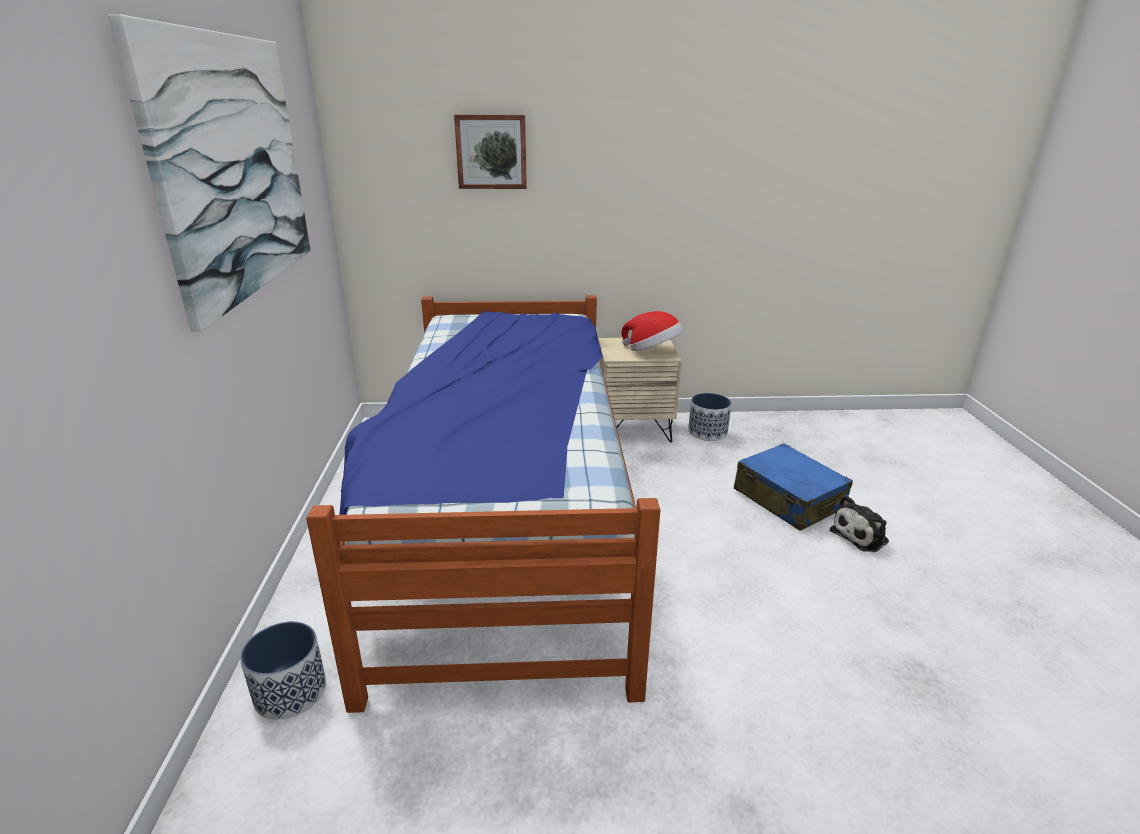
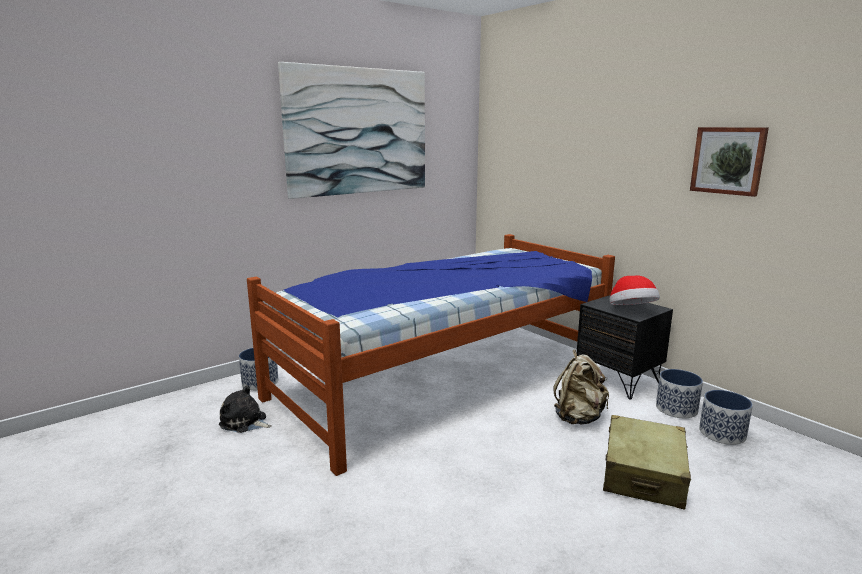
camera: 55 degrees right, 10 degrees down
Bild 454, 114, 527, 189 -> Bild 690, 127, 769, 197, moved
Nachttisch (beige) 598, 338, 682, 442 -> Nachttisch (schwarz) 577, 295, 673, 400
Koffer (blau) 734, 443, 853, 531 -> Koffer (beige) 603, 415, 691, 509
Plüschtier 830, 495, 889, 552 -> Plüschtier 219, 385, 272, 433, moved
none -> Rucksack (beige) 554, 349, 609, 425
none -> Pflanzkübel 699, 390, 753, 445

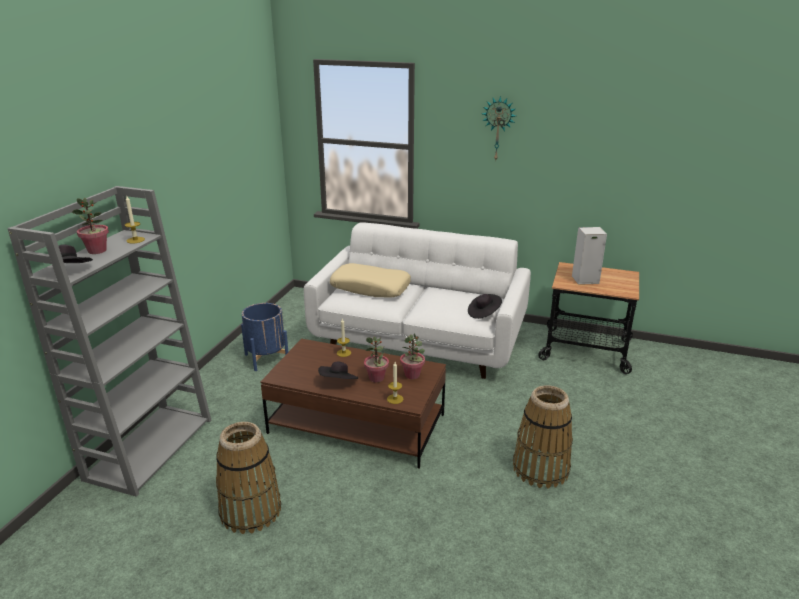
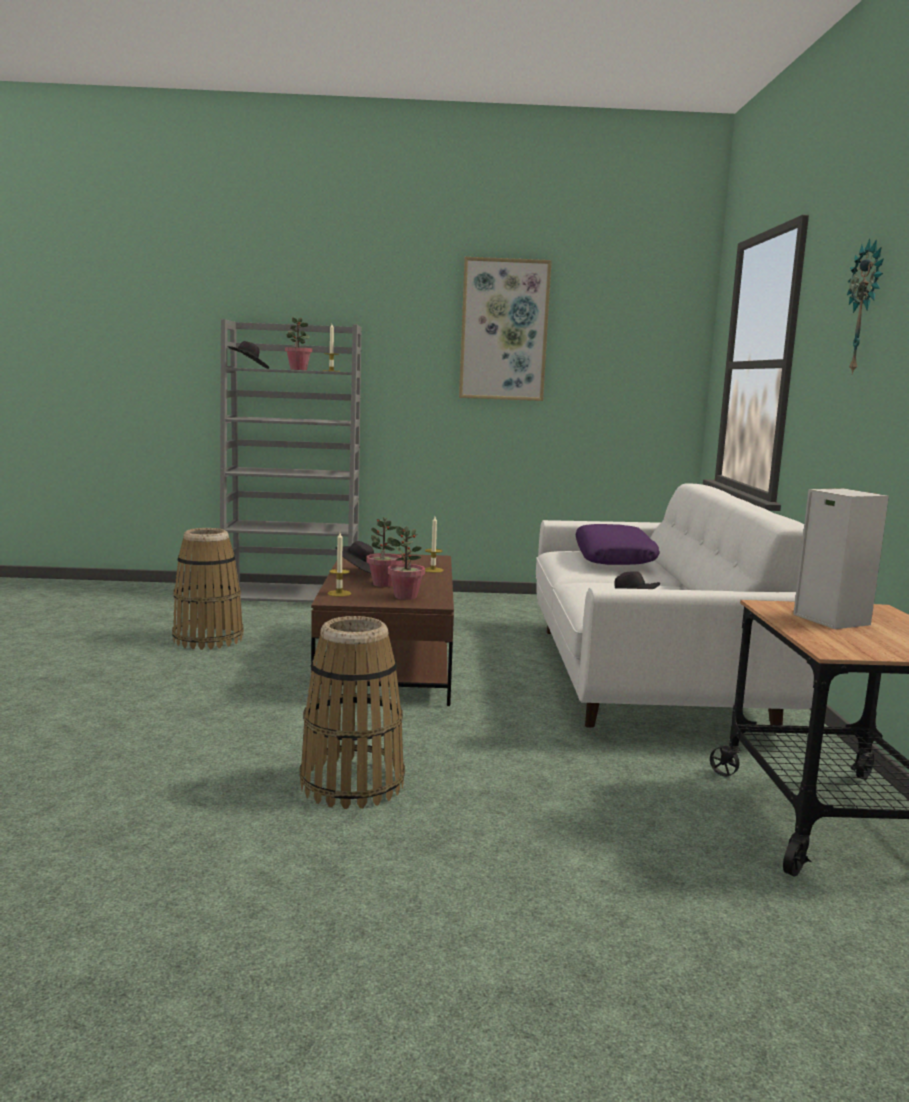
camera: 70 degrees right, 15 degrees down
Pflanzkübel (blau) 241, 303, 288, 371 -> none
Kissen (beige) 330, 263, 411, 298 -> Kissen (lila) 576, 524, 660, 565
none -> Bild 459, 257, 552, 401

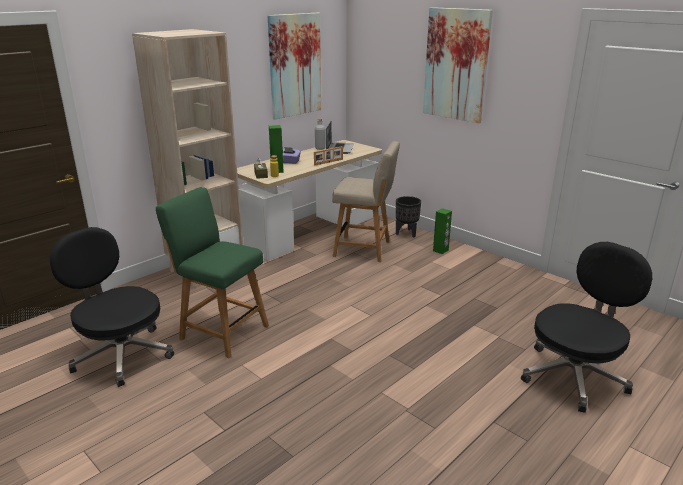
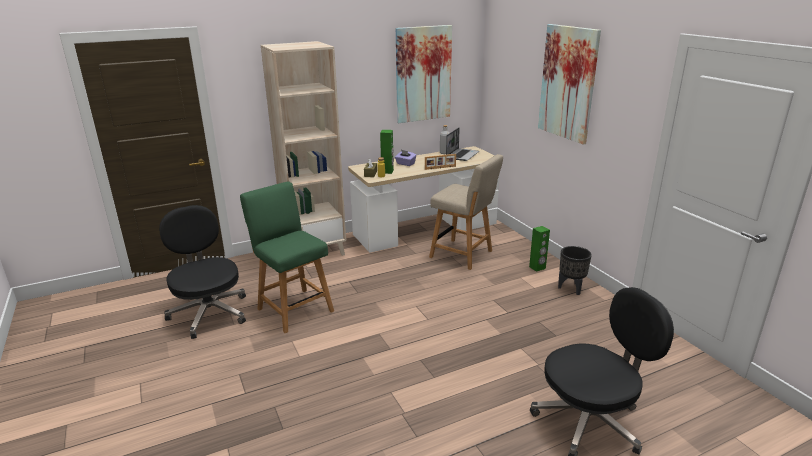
camera: 20 degrees right, 0 degrees up
Pflanzkübel (schwarz) 396, 196, 421, 237 -> Pflanzkübel (schwarz) 558, 246, 592, 295, moved

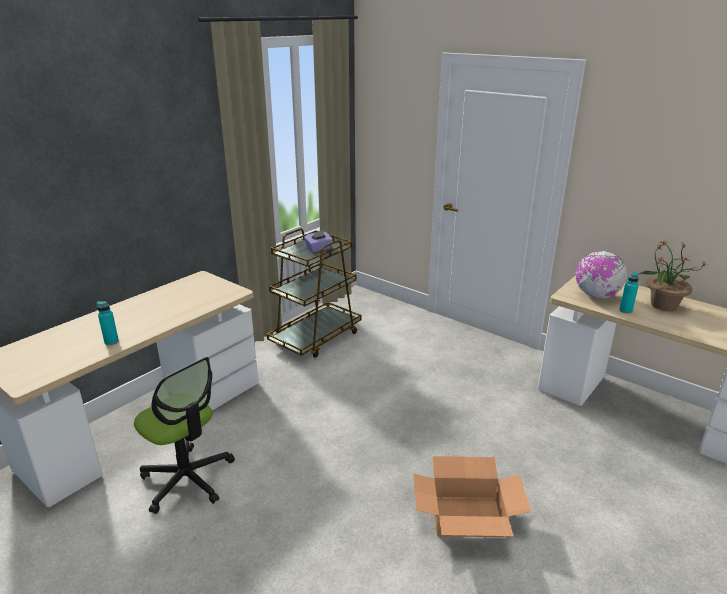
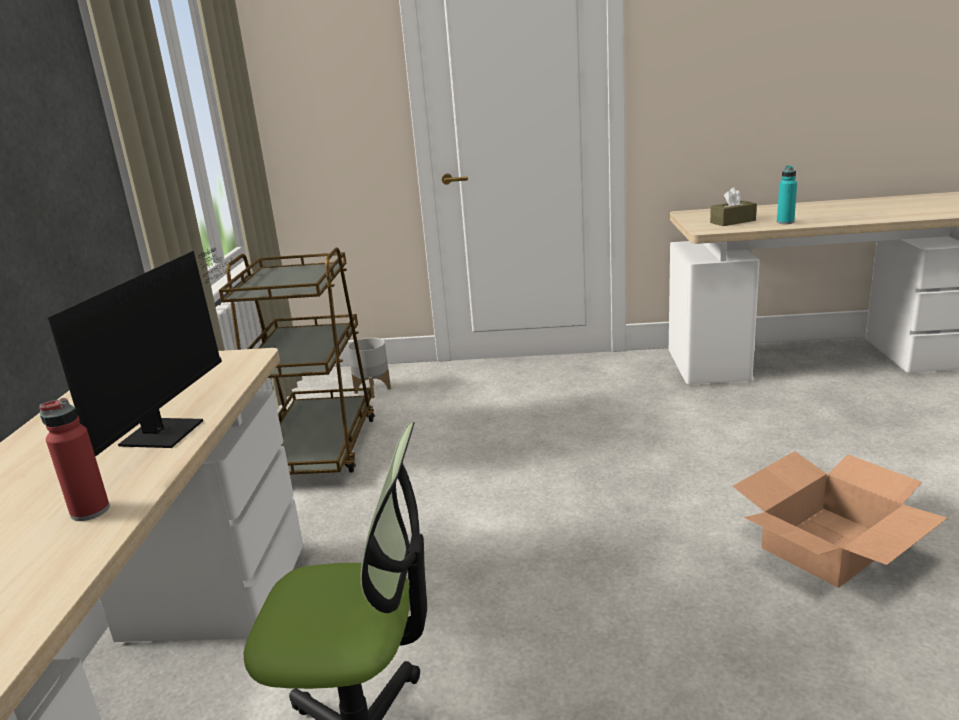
camera: 35 degrees left, 5 degrees down
Flasche (türkis) 97, 301, 119, 345 -> Flasche (rot) 39, 398, 110, 521
Taschentuchbox (lila) 304, 230, 333, 252 -> none
Globus 576, 251, 627, 299 -> Taschentuchbox (braun) 710, 187, 757, 226
Topfpflanze 639, 240, 706, 311 -> none
none -> Monitor 48, 249, 231, 456
none -> Pflanzkübel (grau) 348, 338, 391, 398

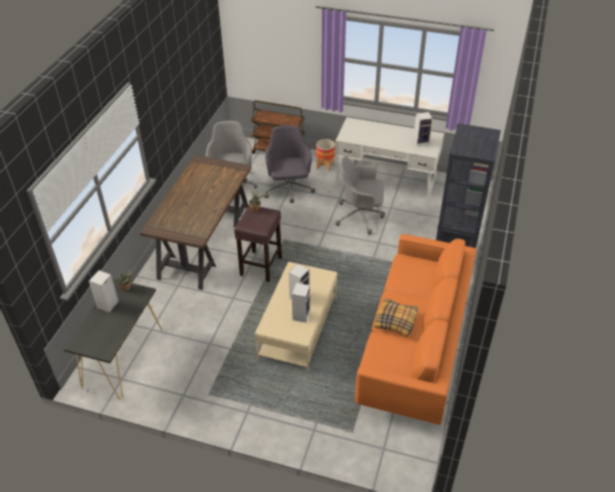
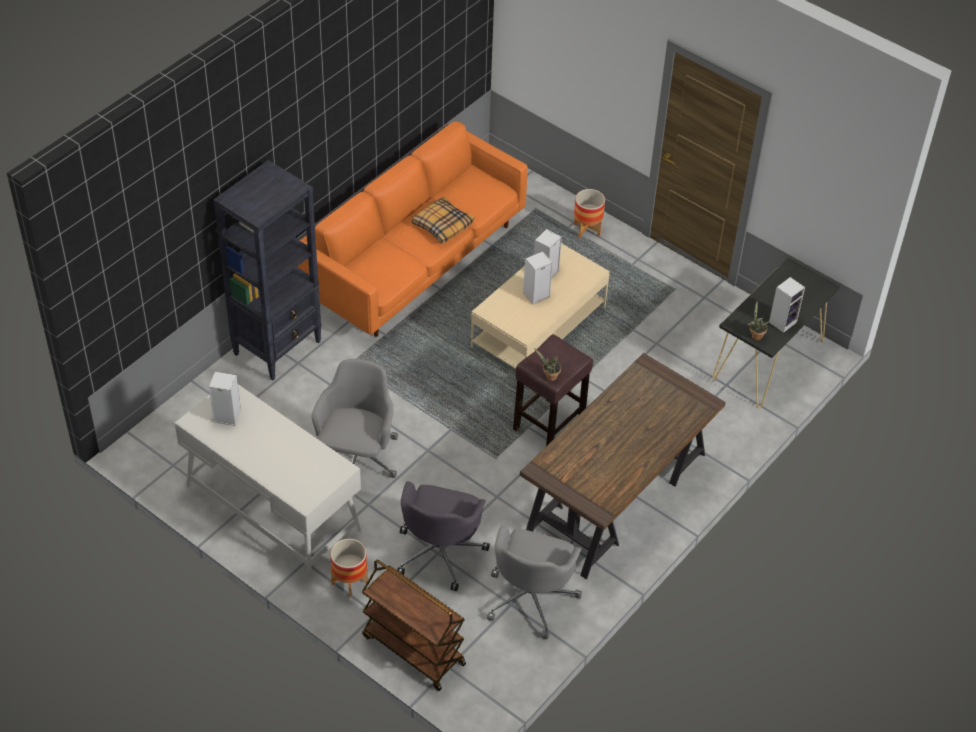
camera: 160 degrees left, 5 degrees up
Bürostuhl (grau) 336, 156, 385, 235 -> Bürostuhl (grau) 312, 359, 398, 478, 105 degrees counterclockwise
none -> Pflanzkübel 574, 189, 605, 239

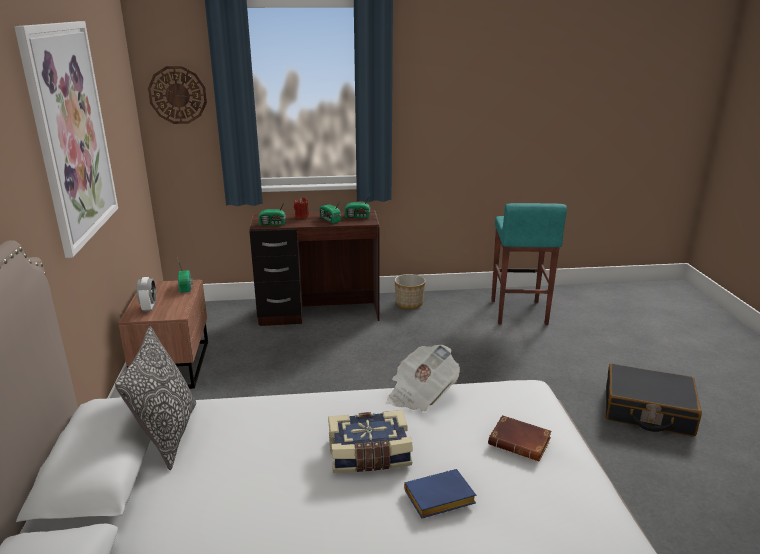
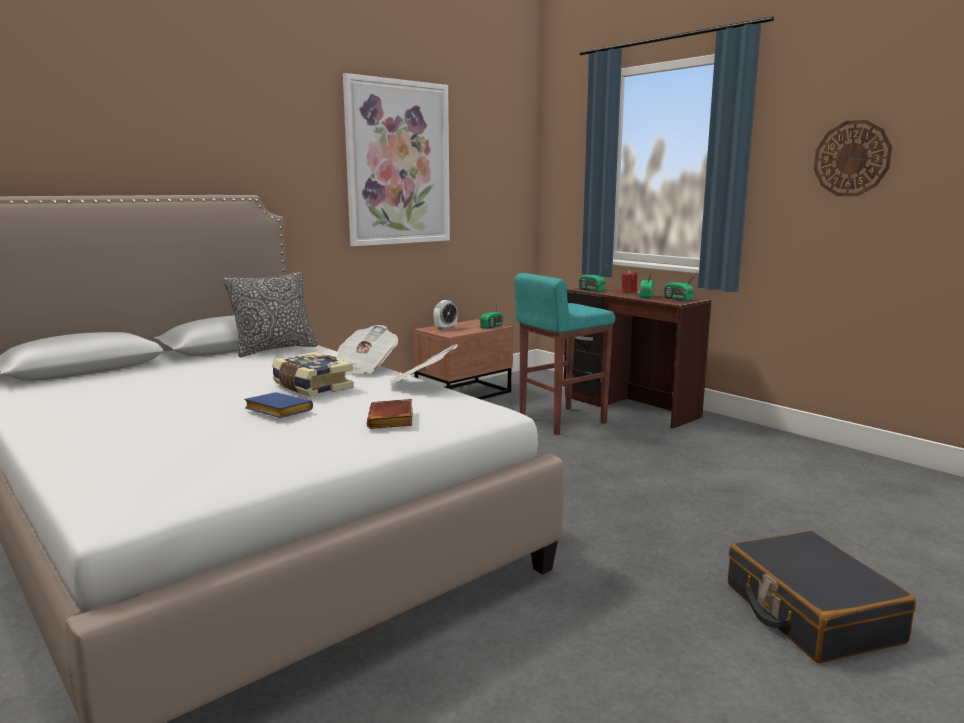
camera: 55 degrees right, 10 degrees down
Wanduhr 148, 66, 207, 124 -> Wanduhr 814, 120, 892, 196, moved
Pflanzkübel 394, 274, 425, 309 -> none
Hocker (türkis) 491, 203, 567, 325 -> Hocker (türkis) 514, 273, 615, 435, moved
none -> Zeitung 336, 325, 398, 375

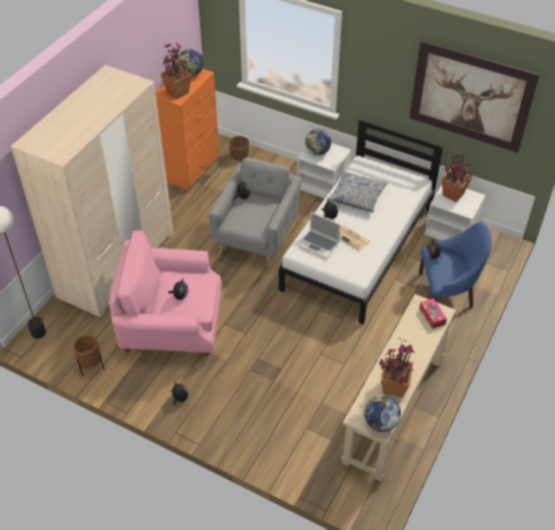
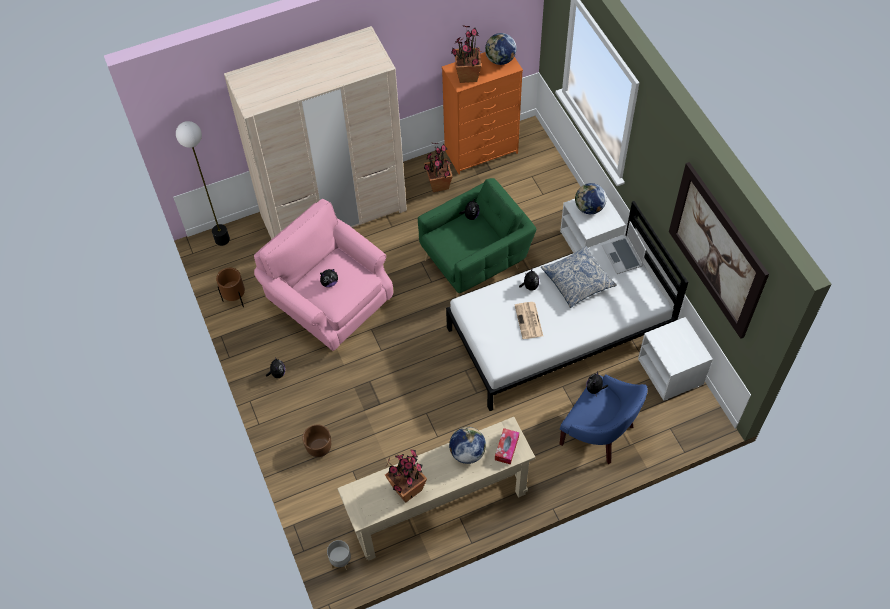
camera: 40 degrees right, 10 degrees up
Sessel (grau) 209, 157, 302, 270 -> Sessel (grün) 418, 178, 537, 298
Pflanzkübel (braun) 229, 136, 249, 160 -> Pflanzkübel (braun) 302, 424, 331, 457, moved
Laptop 297, 212, 340, 259 -> Laptop 602, 221, 646, 274, moved
Globus 364, 395, 401, 432 -> Globus 449, 427, 486, 464, moved
Topfpflanze 442, 149, 472, 202 -> Topfpflanze 424, 143, 453, 192, moved
none -> Pflanzkübel (grau) 327, 540, 351, 570

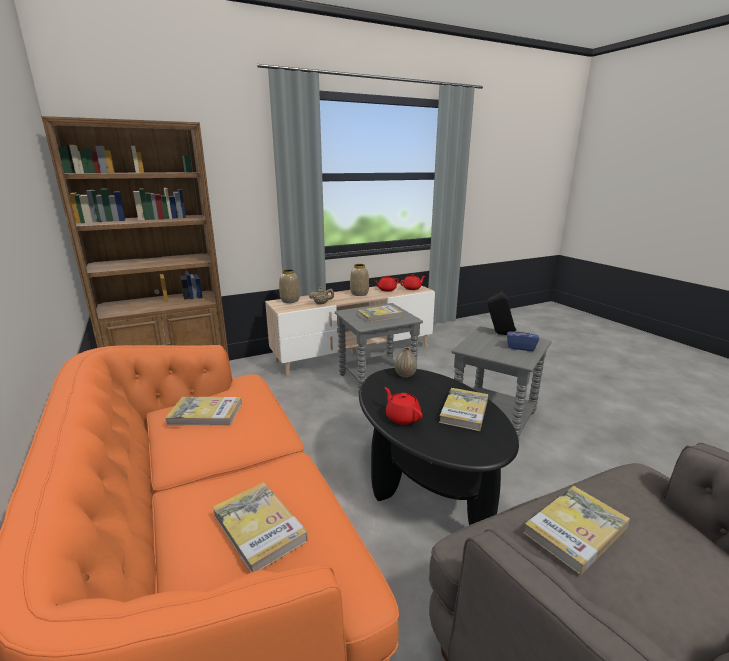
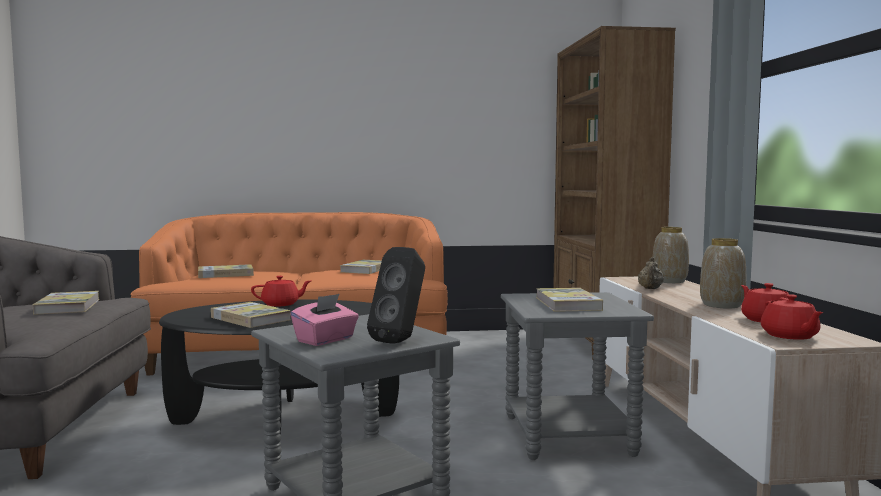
camera: 110 degrees right, 15 degrees down
Vase 395, 347, 417, 378 -> none
Taschentuchbox (blau) 507, 324, 539, 351 -> Taschentuchbox (rosa) 291, 294, 359, 346

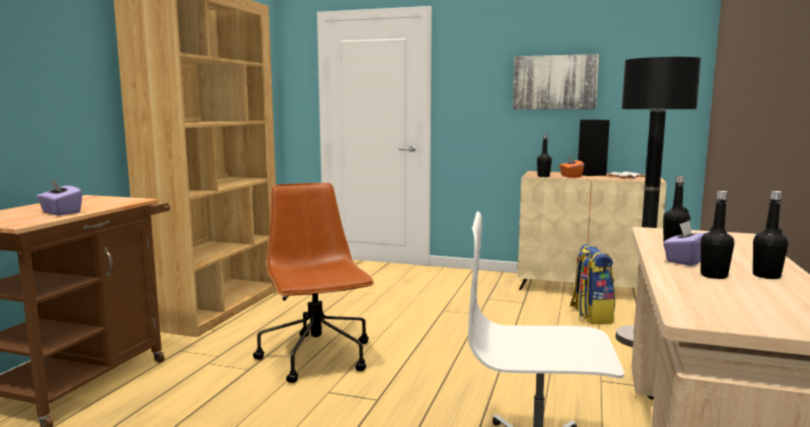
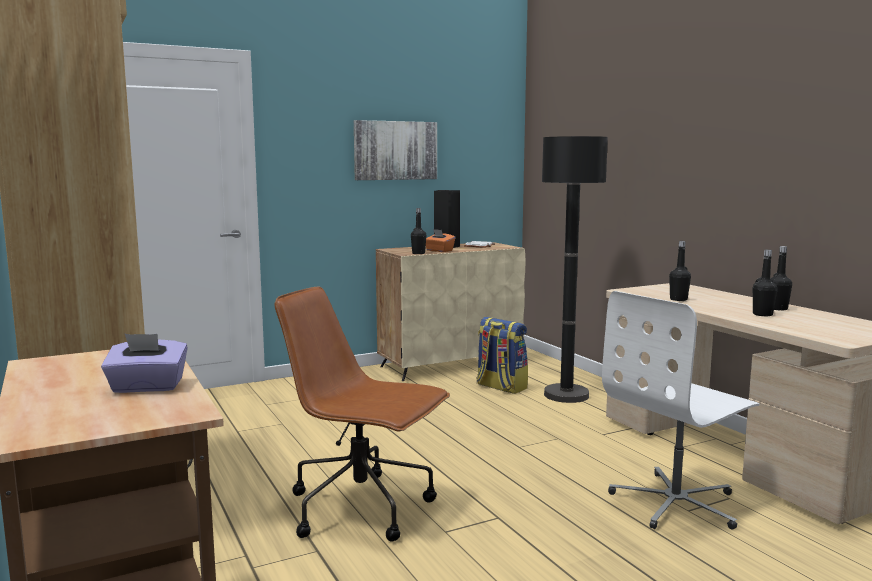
camera: 45 degrees left, 0 degrees up
Taschentuchbox (lila) 663, 221, 708, 266 -> none

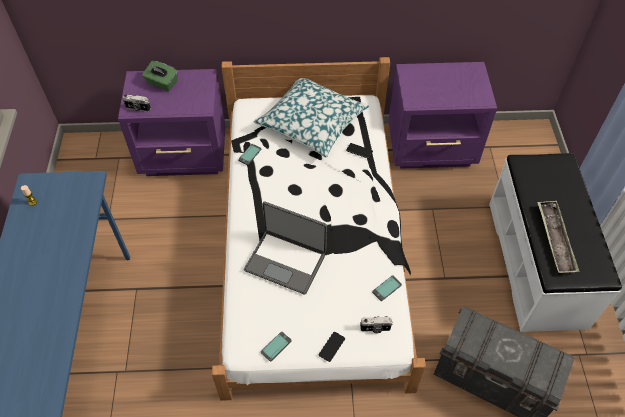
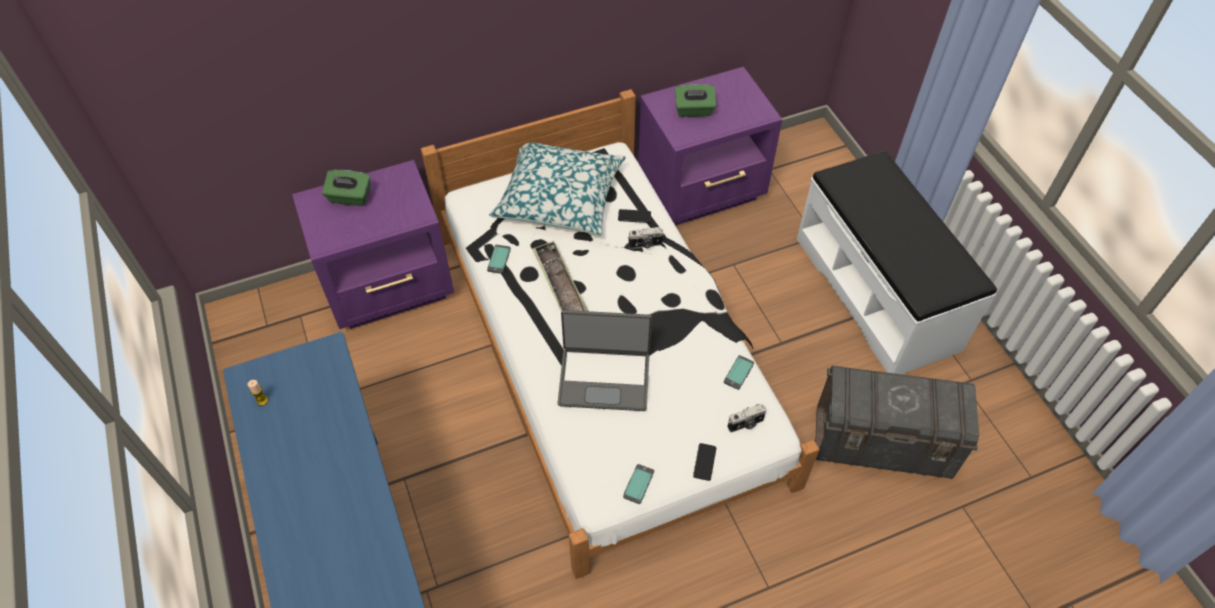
camera: 20 degrees left, 0 degrees up
Kamera 122, 94, 151, 112 -> Kamera 628, 227, 664, 249, moved
Tablett 537, 201, 579, 274 -> Tablett 532, 241, 588, 311, moved
none -> Taschentuchbox (grün) 674, 84, 716, 117

